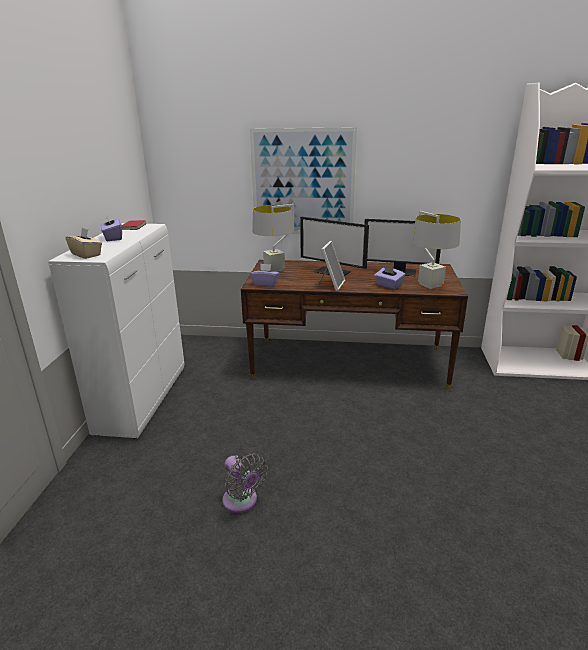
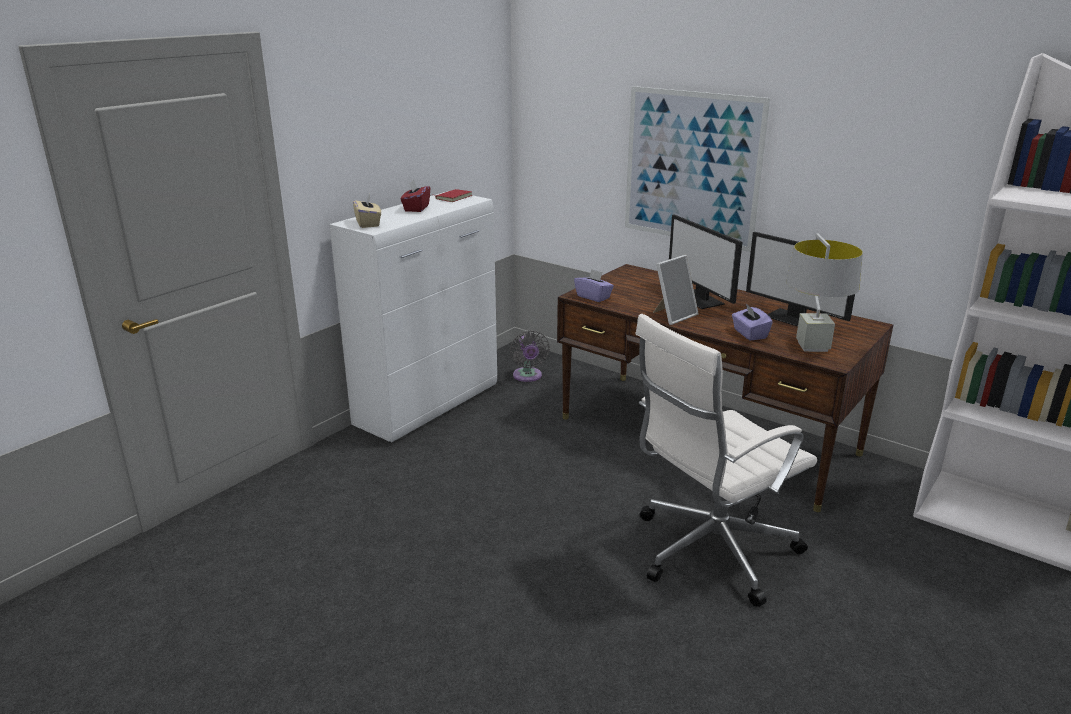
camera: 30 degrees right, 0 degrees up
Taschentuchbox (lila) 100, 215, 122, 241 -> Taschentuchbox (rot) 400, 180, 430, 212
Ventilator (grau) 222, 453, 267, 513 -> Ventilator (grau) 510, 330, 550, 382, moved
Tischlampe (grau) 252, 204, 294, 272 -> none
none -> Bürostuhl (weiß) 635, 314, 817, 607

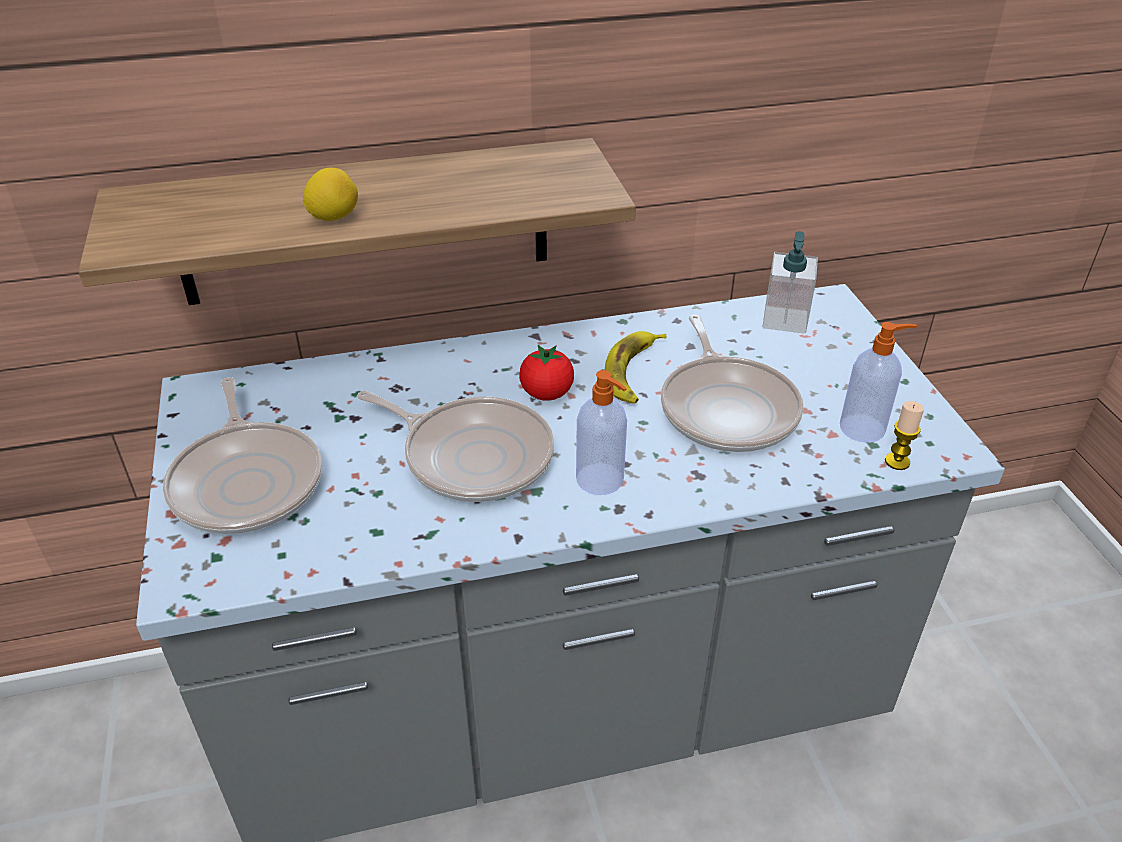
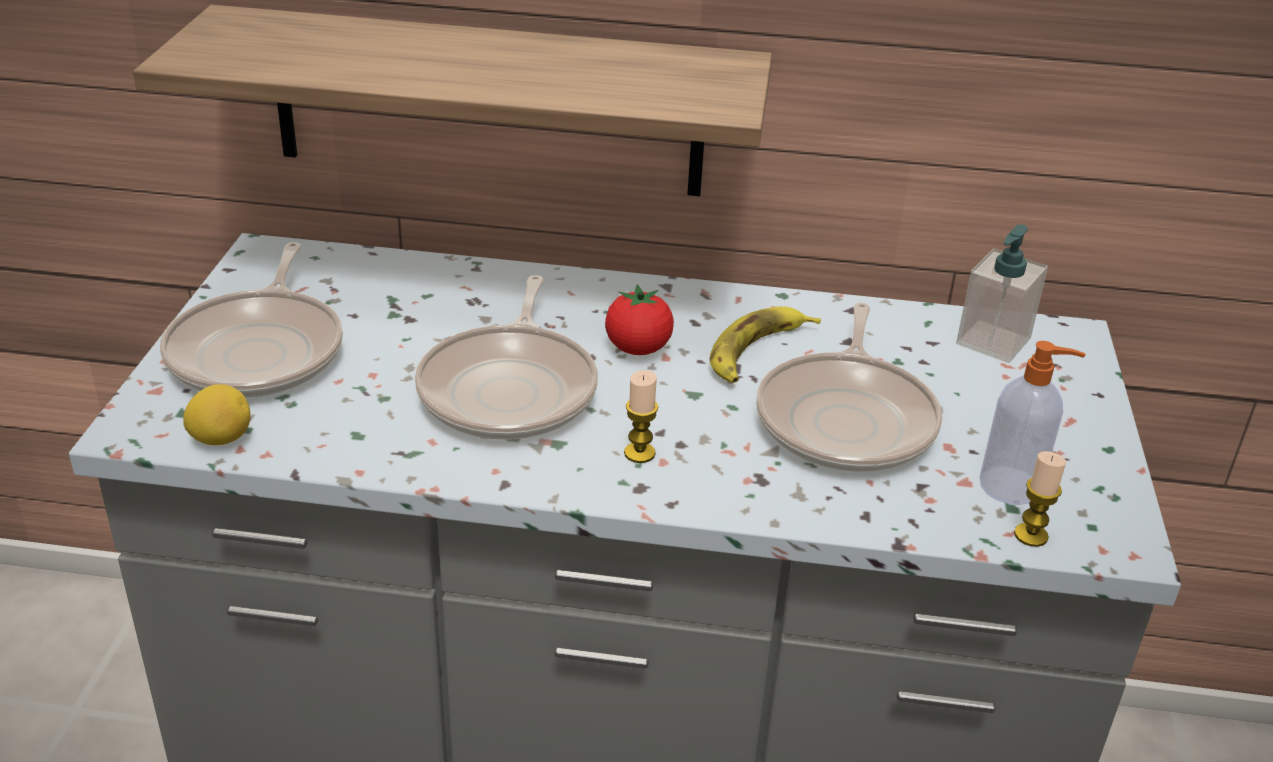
camera: 20 degrees right, 5 degrees down
Zitrone 303, 168, 358, 221 -> Zitrone 183, 384, 251, 445, moved
Pfanne 357, 391, 554, 502 -> Pfanne 415, 275, 598, 440, 45 degrees clockwise
Seifenspender 576, 370, 627, 495 -> Kerze 624, 370, 659, 463

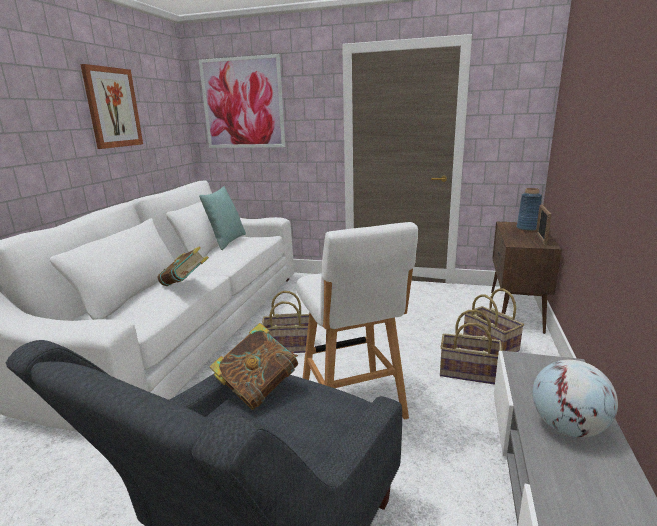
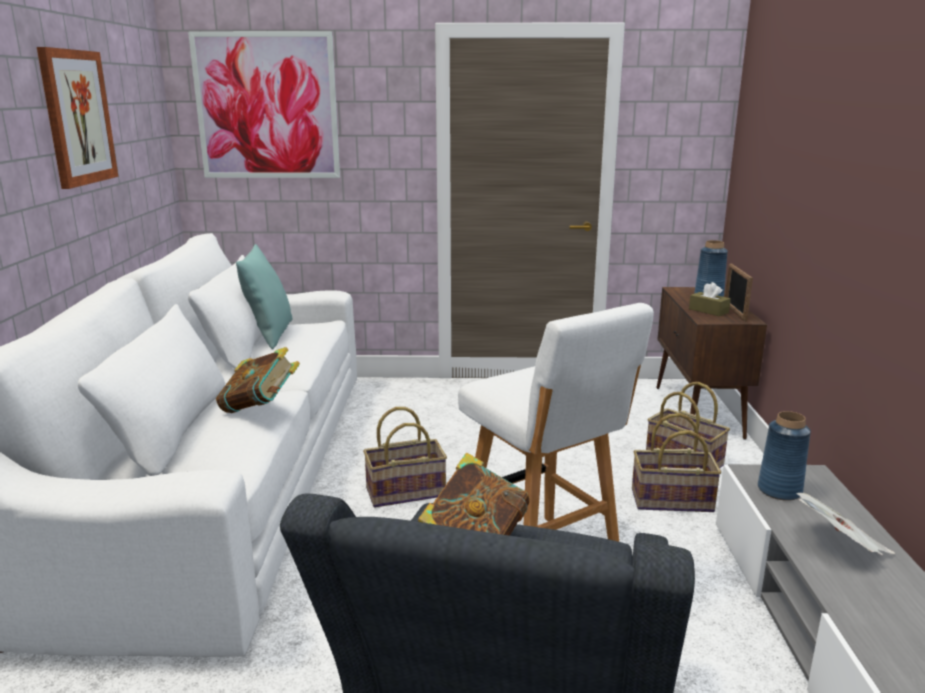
camera: 15 degrees left, 0 degrees up
Globus 532, 360, 618, 438 -> Zeitung 796, 493, 895, 555
none -> Taschentuchbox (braun) 689, 282, 731, 316
none -> Vase (blau) 758, 411, 811, 501

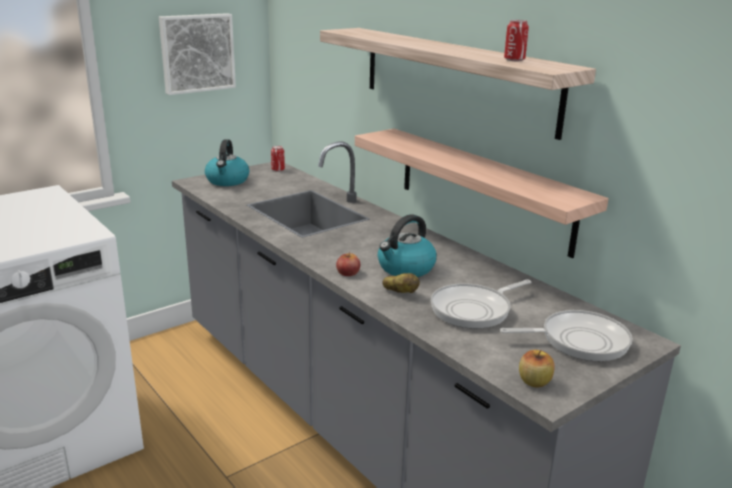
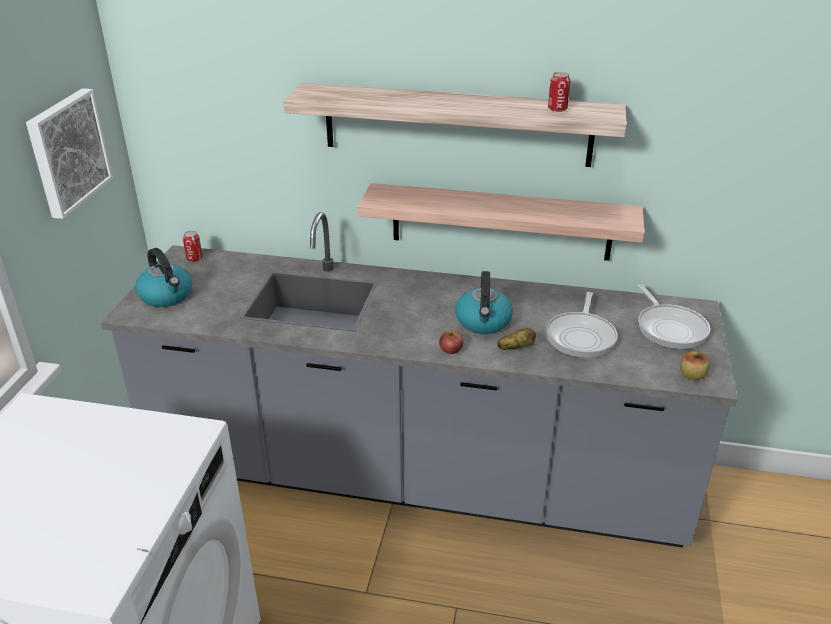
camera: 40 degrees left, 10 degrees up
Pfanne 500, 310, 633, 361 -> Pfanne 638, 284, 710, 349, 120 degrees clockwise

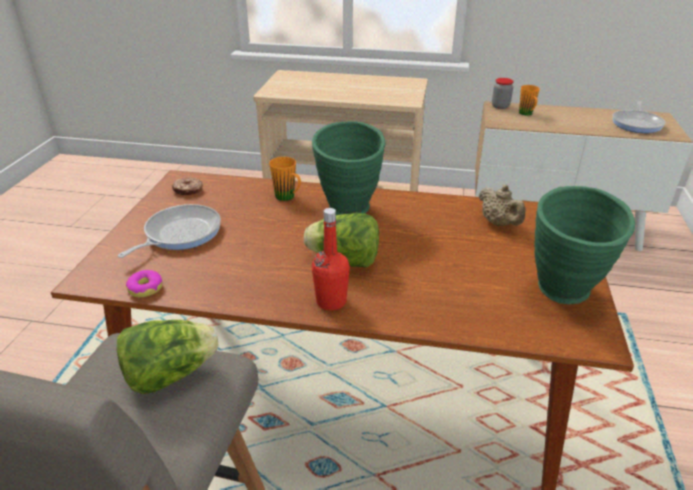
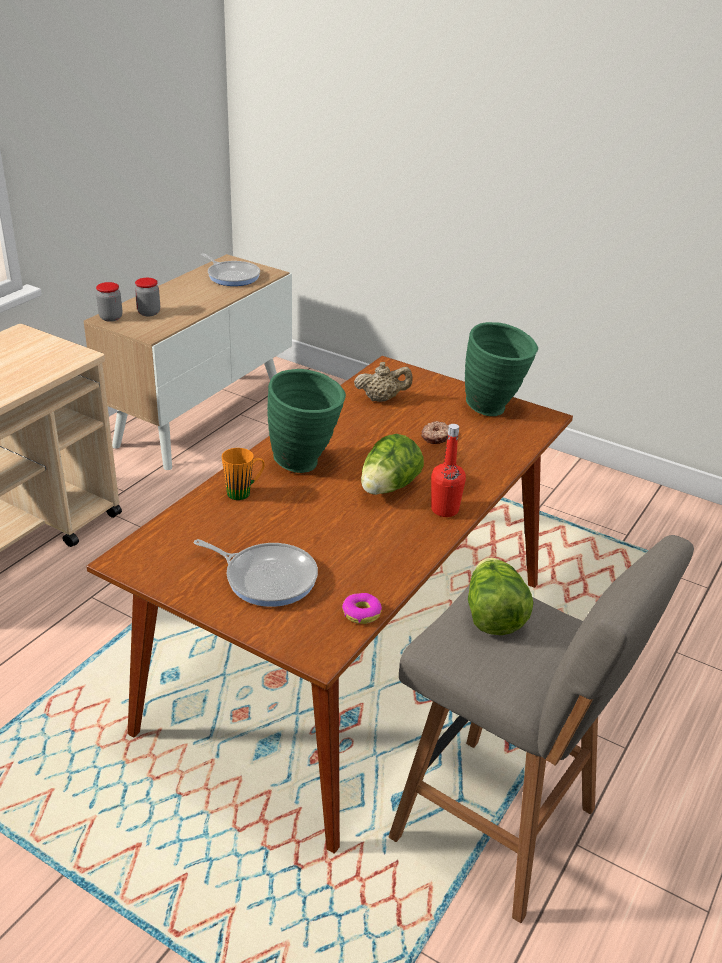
camera: 70 degrees left, 0 degrees up
Pfanne 118, 204, 221, 258 -> Pfanne 194, 539, 318, 607, 150 degrees clockwise
Donut 171, 177, 203, 195 -> Donut 421, 421, 449, 444, moved
Henkelbecher (orange) 519, 85, 540, 116 -> Vorratsglas 135, 278, 160, 316

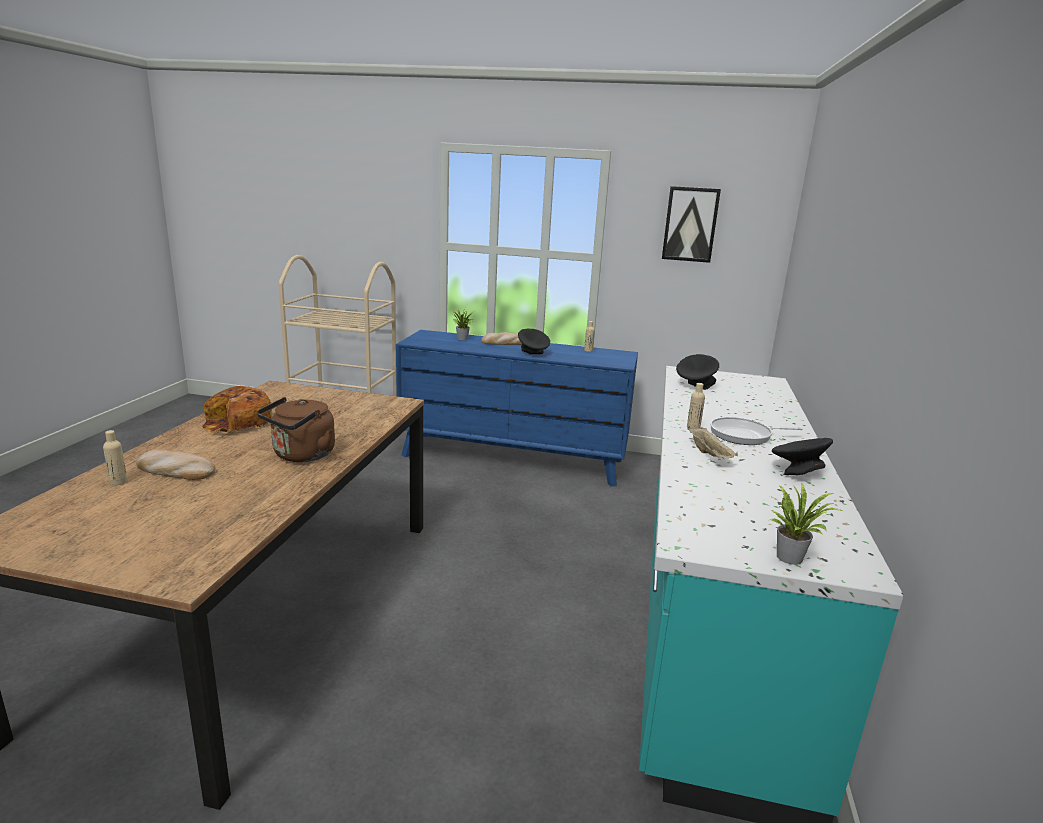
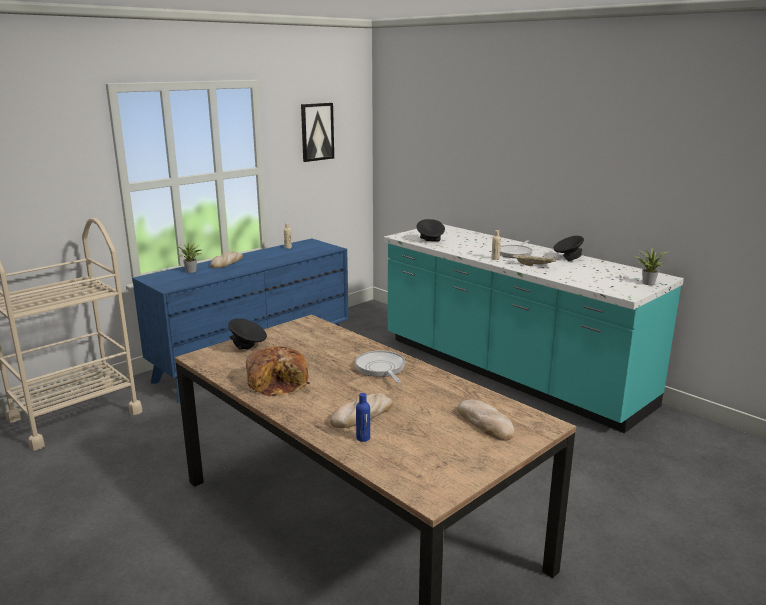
camera: 55 degrees left, 0 degrees up
Flasche (beige) 103, 430, 127, 485 -> Flasche (blau) 356, 393, 370, 442
Wasserkessel (braun) 257, 397, 335, 462 -> Pfanne 355, 351, 405, 383
Schüssel (schwarz) 518, 329, 550, 354 -> Schüssel (schwarz) 228, 318, 267, 350, moved
none -> Brot 457, 400, 515, 441

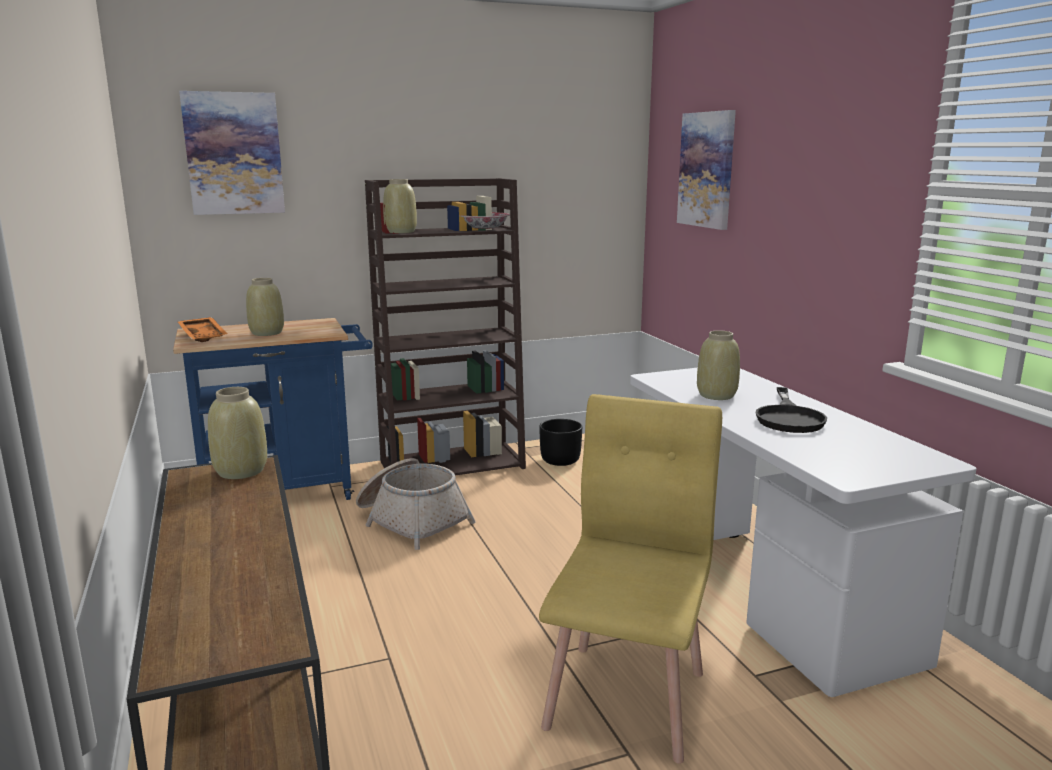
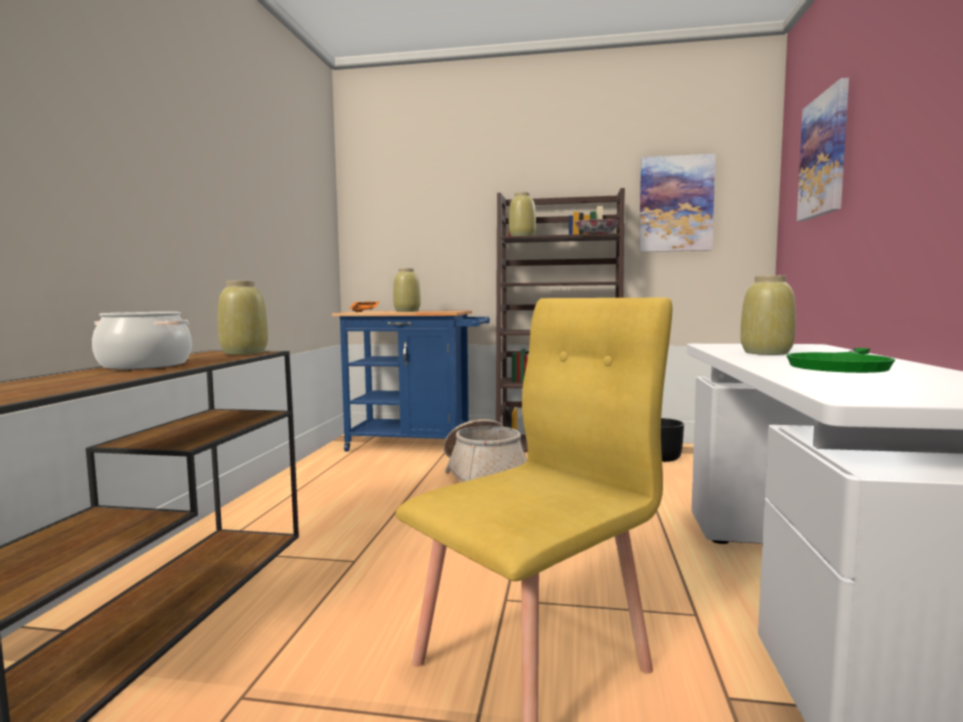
camera: 30 degrees right, 10 degrees down
Bild 179, 91, 285, 215 -> Bild 639, 154, 716, 252, moved
Pfanne (schwarz) 755, 387, 827, 433 -> Pfanne (grün) 786, 348, 895, 373
none -> Kochtopf 92, 312, 192, 370

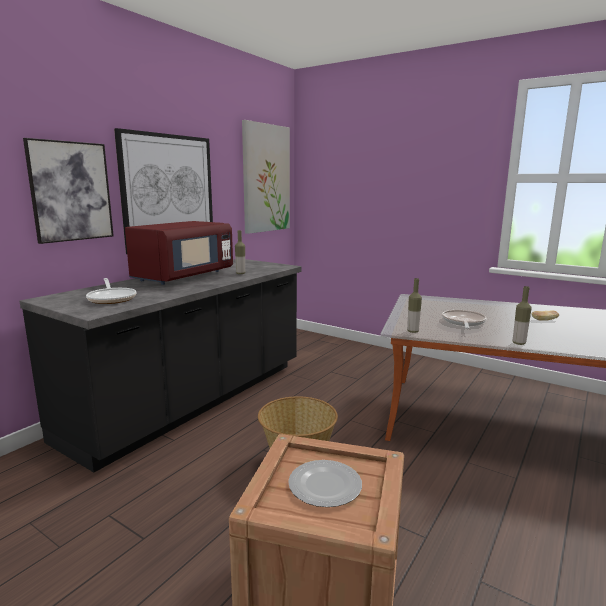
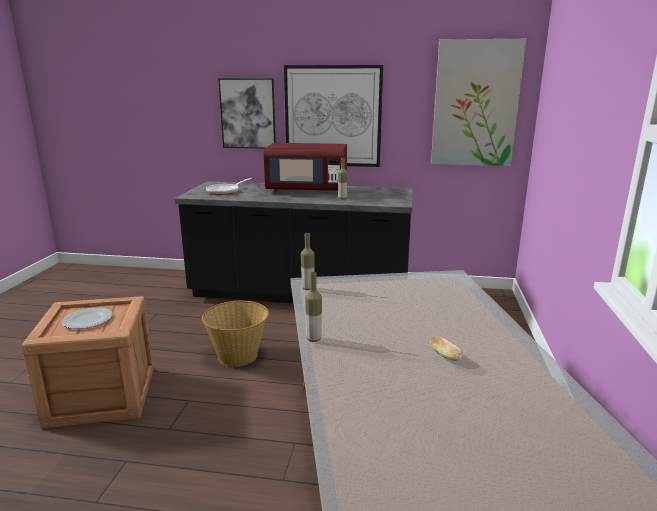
camera: 65 degrees right, 5 degrees up
Pfanne 442, 310, 486, 329 -> none

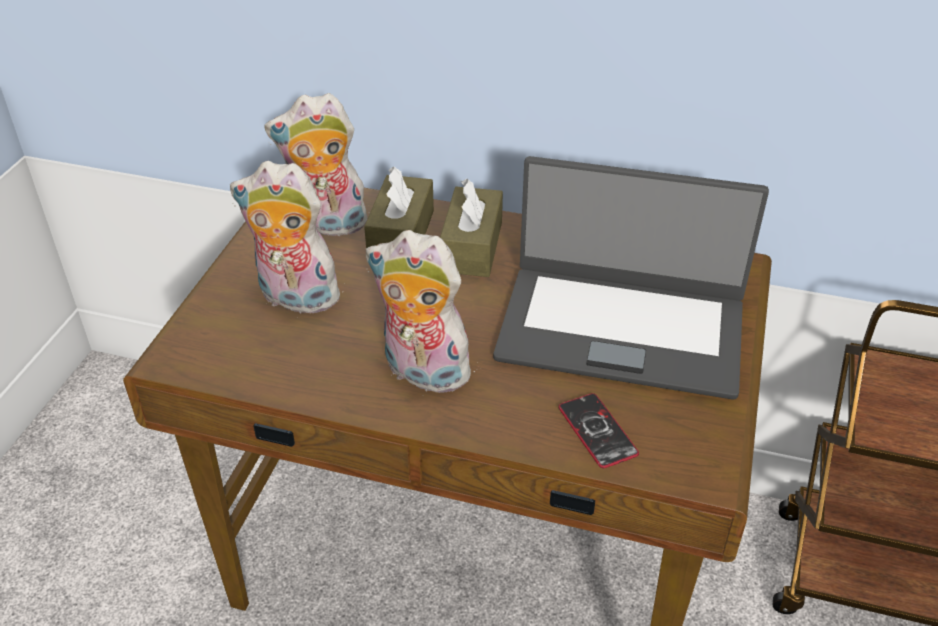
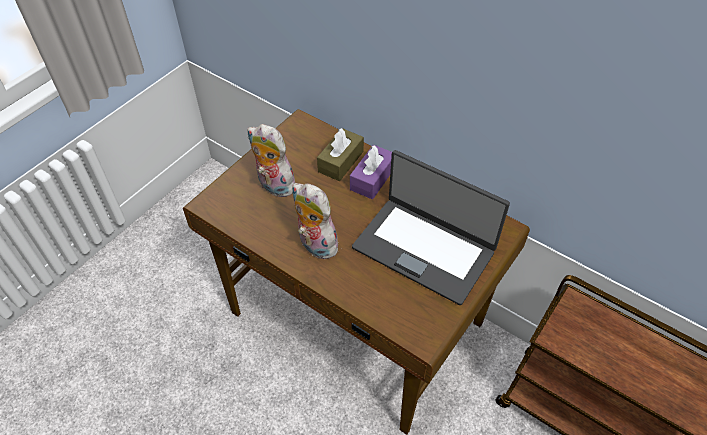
camera: 20 degrees right, 10 degrees up
Plüschtier 264, 93, 369, 236 -> none
Taschentuchbox (braun) 440, 179, 503, 277 -> Taschentuchbox (lila) 350, 145, 392, 199
Handy 558, 393, 639, 468 -> none

